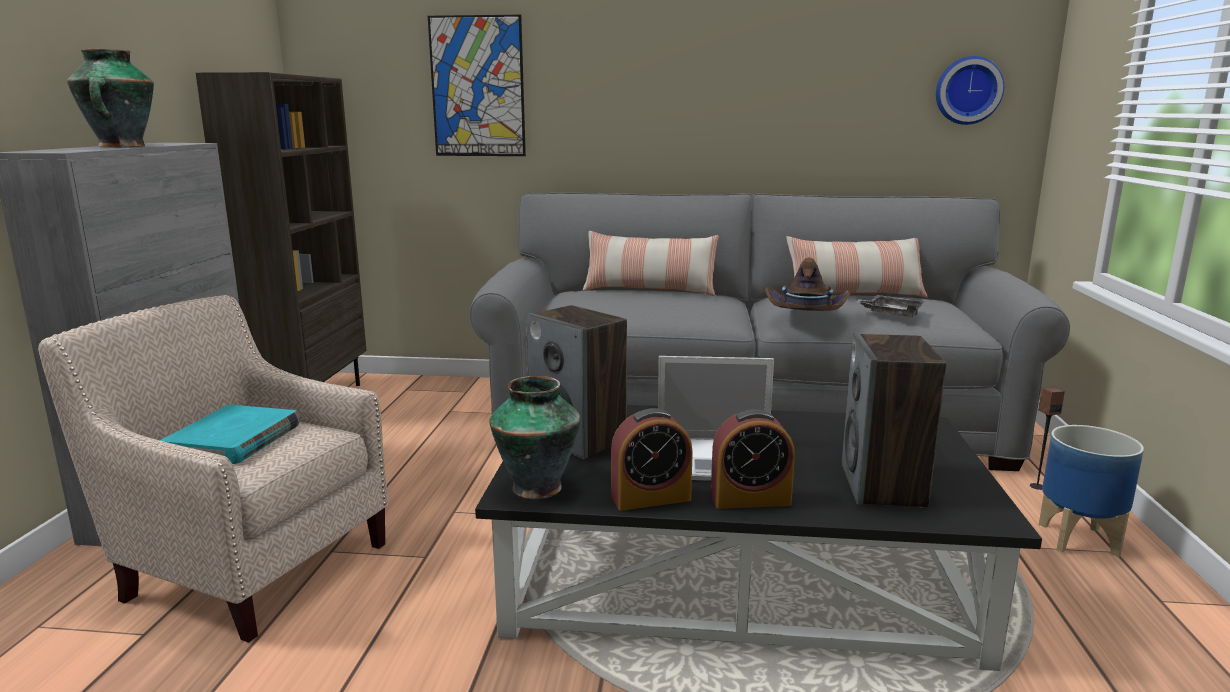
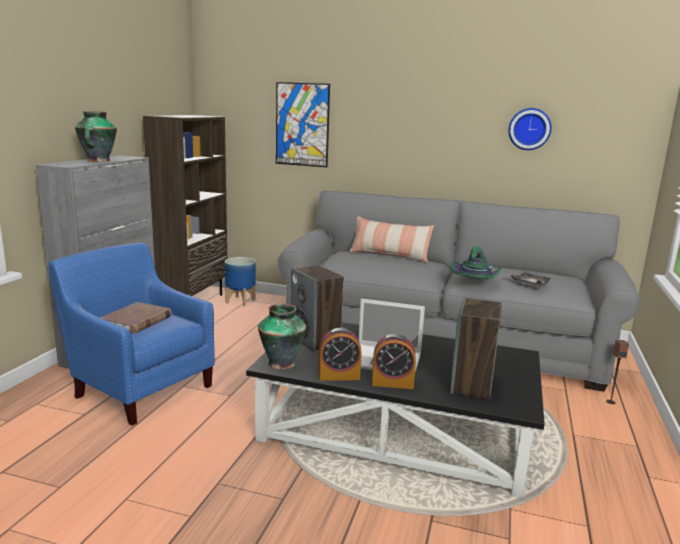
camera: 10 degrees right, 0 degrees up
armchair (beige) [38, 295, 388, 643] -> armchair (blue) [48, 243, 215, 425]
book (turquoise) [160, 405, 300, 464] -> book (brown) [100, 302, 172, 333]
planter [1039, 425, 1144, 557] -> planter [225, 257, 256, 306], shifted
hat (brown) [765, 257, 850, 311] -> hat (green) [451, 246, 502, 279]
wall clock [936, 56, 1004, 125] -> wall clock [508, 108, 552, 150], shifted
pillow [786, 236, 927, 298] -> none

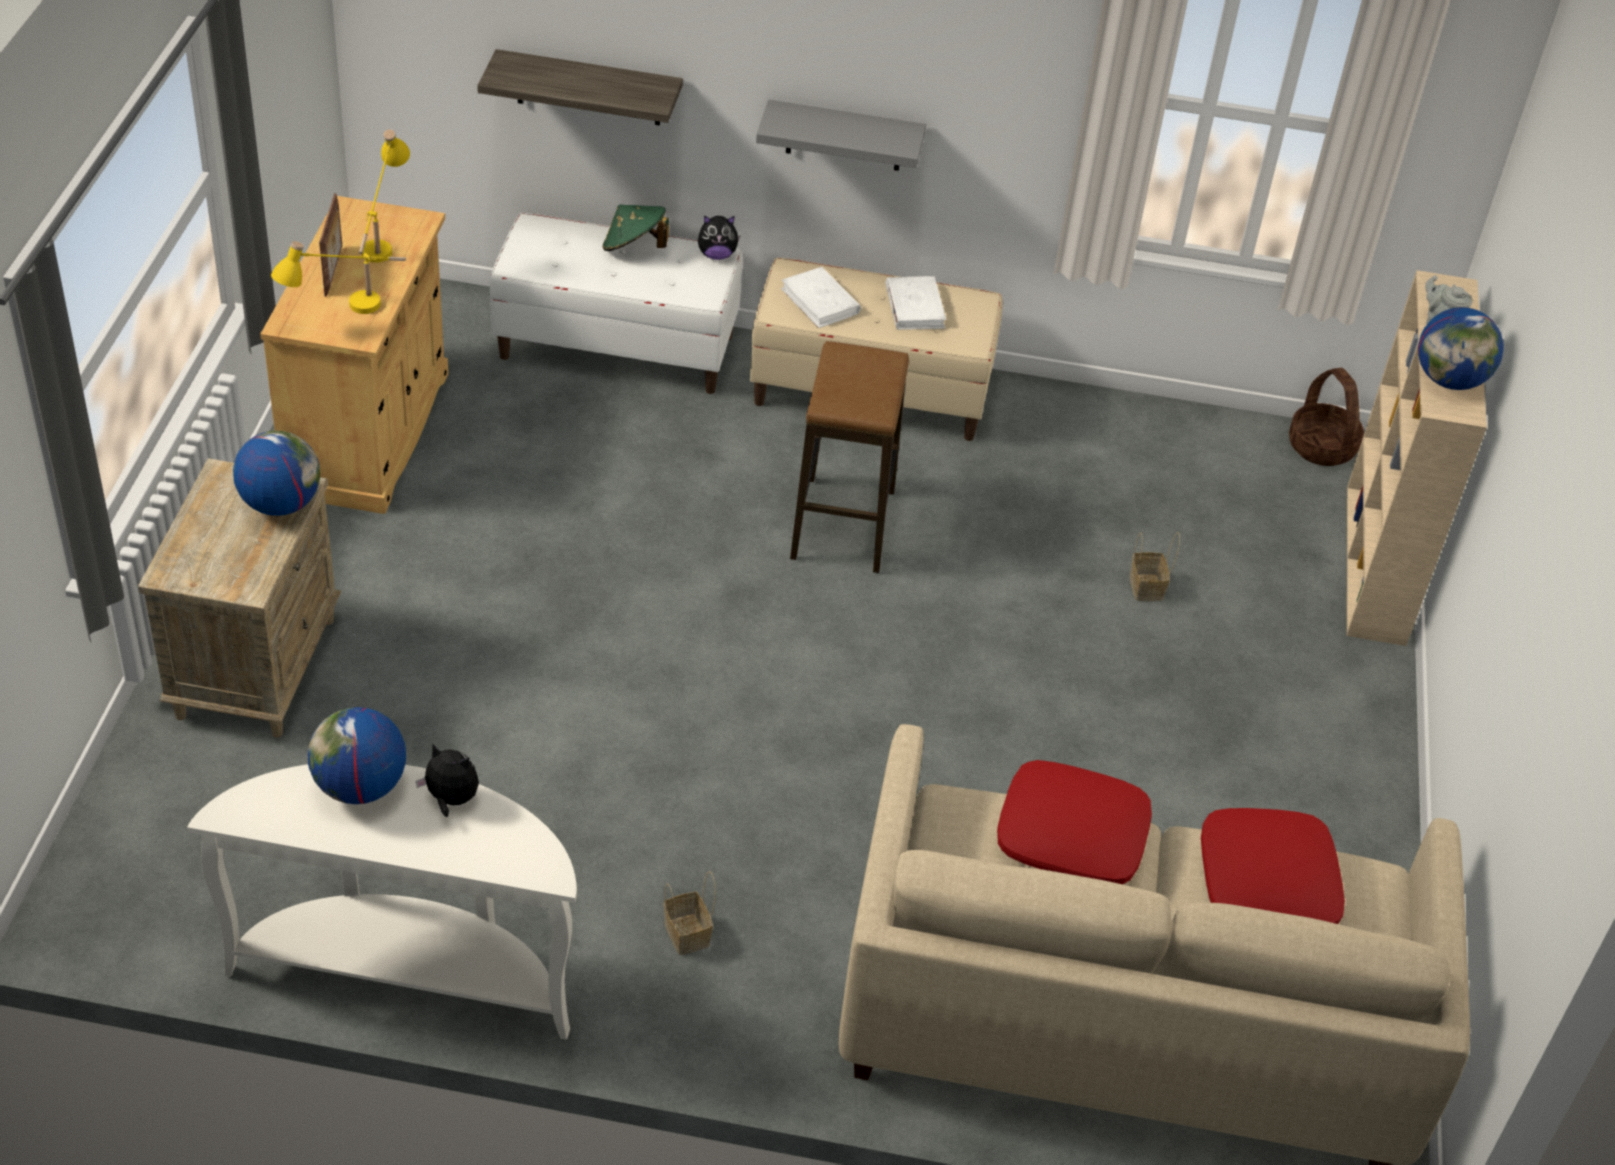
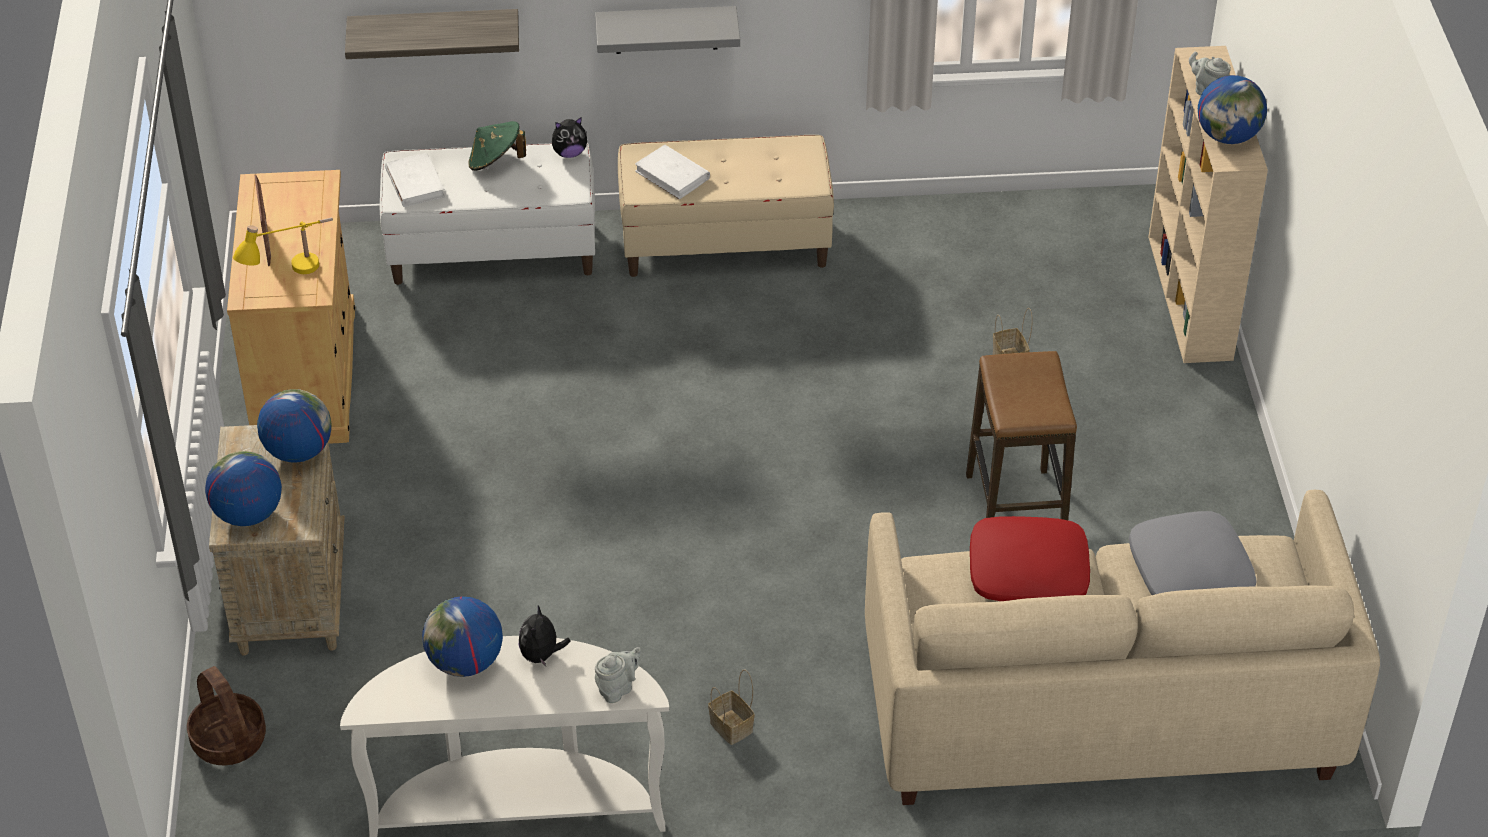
camera: 10 degrees left, 0 degrees up
basket [1289, 368, 1364, 466] -> basket [187, 666, 266, 765], shifted
none -> globe [205, 451, 282, 526]
book (white) [885, 276, 946, 330] -> book (white) [385, 153, 445, 207], shifted
plush toy [415, 744, 479, 817] -> plush toy [519, 605, 571, 666], 90 degrees counterclockwise
none -> teapot (grey) [595, 647, 641, 703]
stool [790, 341, 909, 573] -> stool [966, 351, 1077, 520], shifted
pillow (red) [1201, 808, 1345, 924] -> pillow (grey) [1129, 511, 1256, 595]
table lamp (yellow) [359, 129, 410, 263] -> none

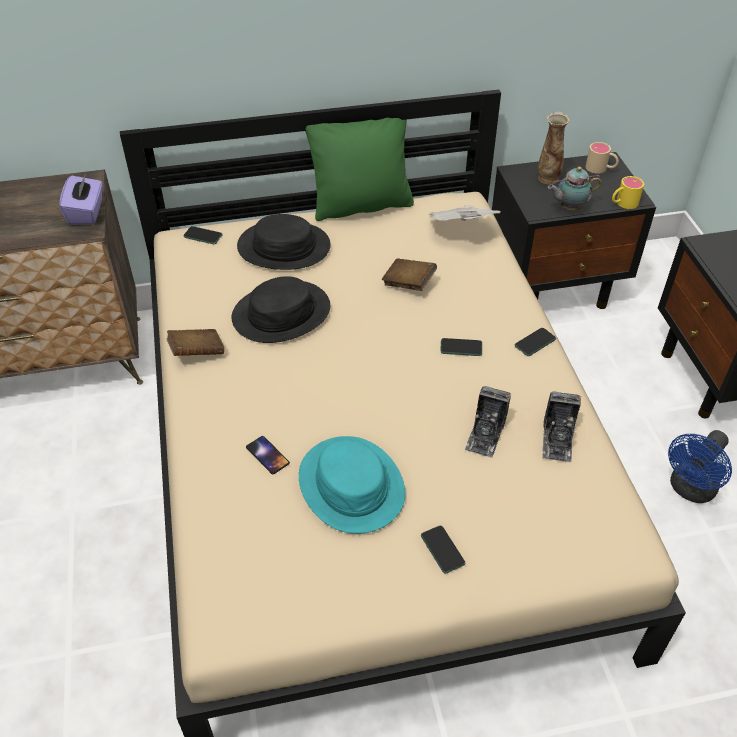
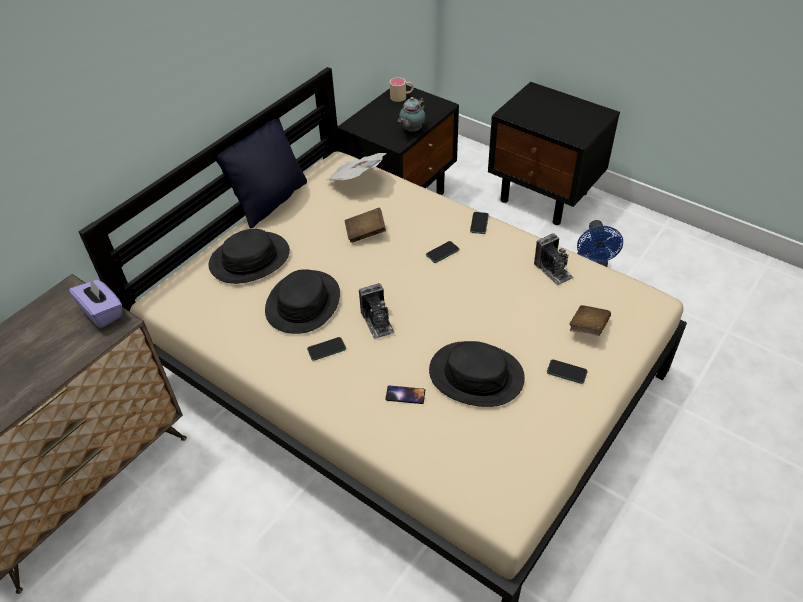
camera: 40 degrees left, 0 degrees up
pillow (green) [305, 118, 414, 221] -> pillow (black) [216, 118, 307, 228]
phone [183, 226, 223, 244] -> phone [307, 337, 346, 361], shifted
photo camera [465, 386, 512, 458] -> photo camera [359, 283, 395, 339], shifted
hat (turquoise) [299, 436, 405, 534] -> hat (black) [429, 341, 525, 407]
book (brown) [166, 329, 224, 356] -> book (brown) [569, 305, 611, 336], shifted
vase [538, 112, 570, 185] -> none
mug (yellow) [612, 176, 644, 209] -> none

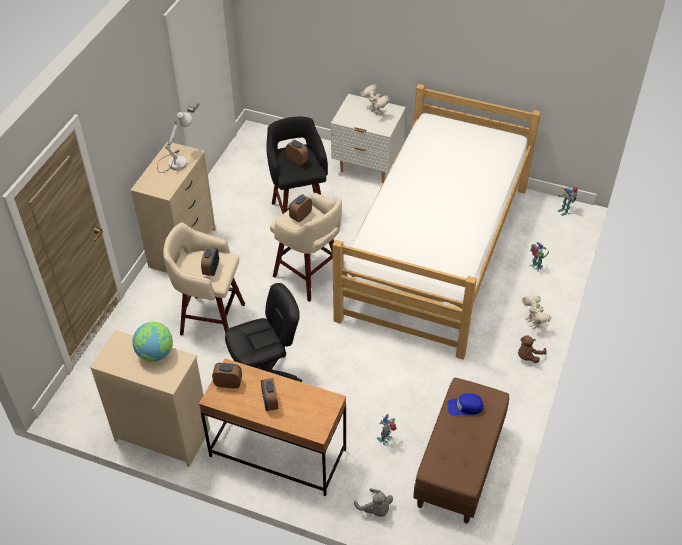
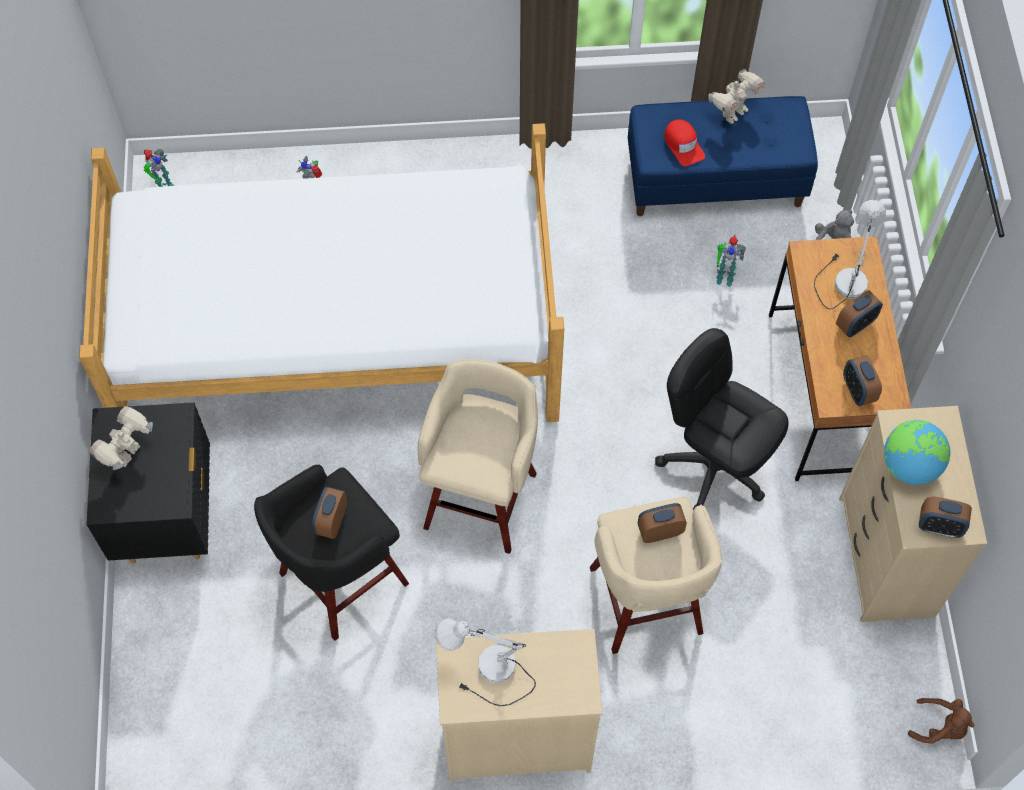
camera: 115 degrees left, 15 degrees up
nightstand (white) [331, 94, 406, 183] -> nightstand (black) [86, 402, 210, 564]
bench (brown) [413, 378, 509, 524] -> bench (blue) [628, 96, 818, 216]
cap (blue) [448, 393, 483, 415] -> cap (red) [664, 119, 705, 166]
toy robot [522, 295, 552, 329] -> toy robot [708, 69, 765, 124], shifted
none -> table lamp (white) [814, 200, 886, 309]
plush toy (brown) [518, 335, 547, 363] -> plush toy (brown) [908, 698, 974, 743], shifted
alarm clock [289, 194, 312, 222] -> alarm clock [919, 497, 972, 538], shifted

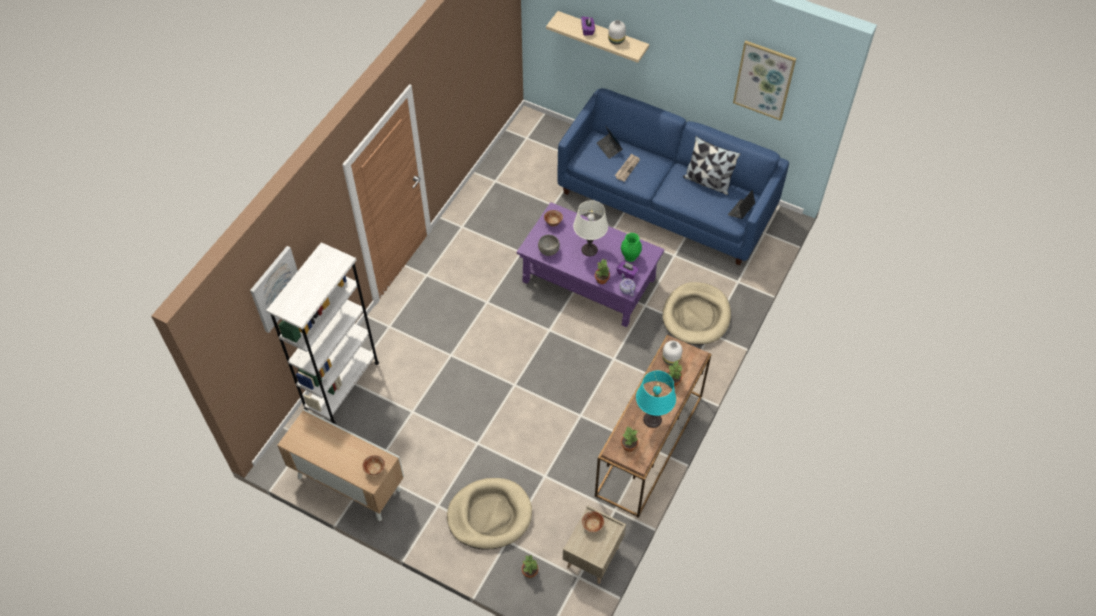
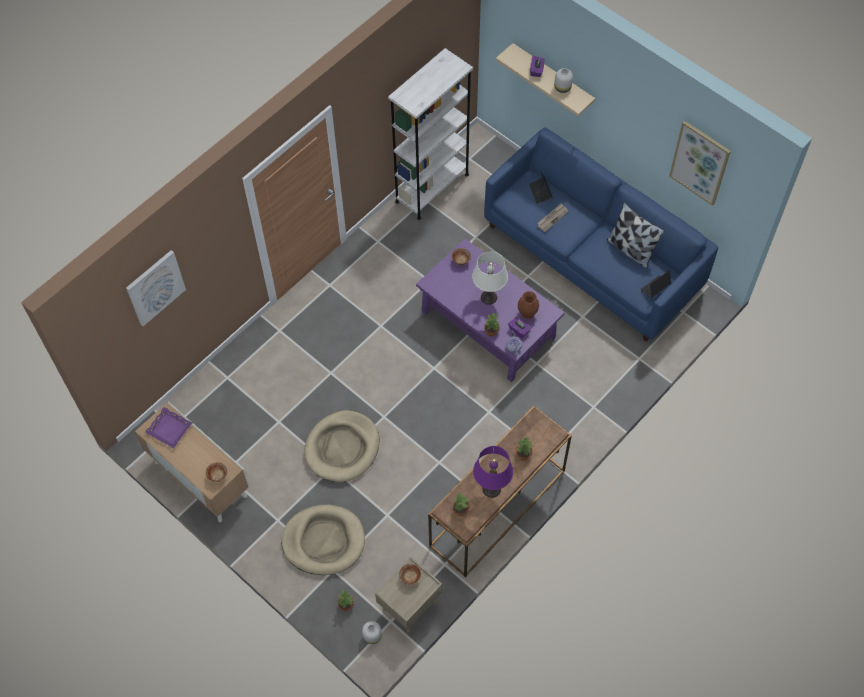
camera: 15 degrees right, 5 degrees up
none -> tray (purple) [145, 407, 192, 448]
dog bed (beige) [662, 282, 731, 345] -> dog bed (beige) [304, 410, 380, 482], shifted
vase (white) [662, 341, 682, 365] -> vase (white) [362, 621, 382, 644], shifted
bookcase (white) [266, 242, 379, 424] -> bookcase (white) [388, 48, 473, 220], shifted
table lamp (turquoise) [636, 371, 676, 428] -> table lamp (purple) [473, 446, 513, 498]
vase (green) [621, 233, 642, 262] -> vase (brown) [518, 291, 539, 319]
bowl (grey) [538, 235, 560, 256] -> none

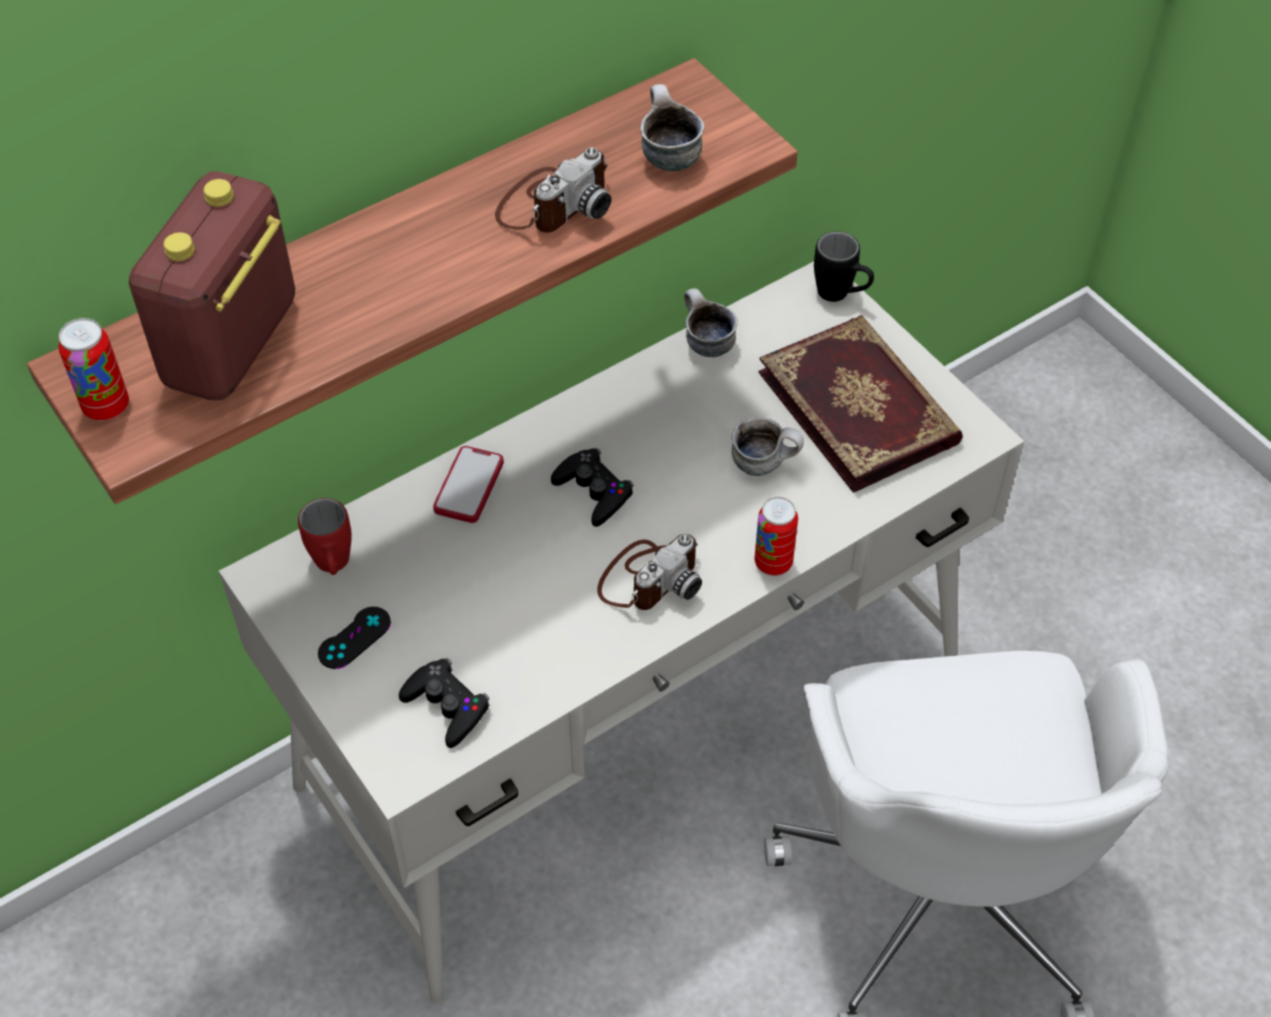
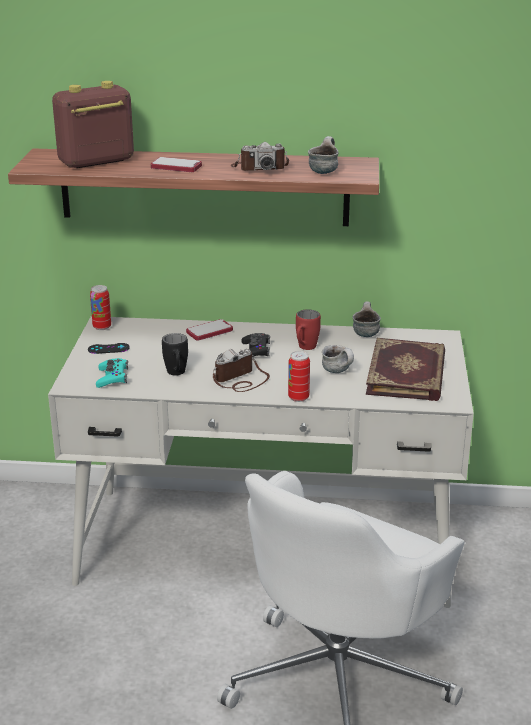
camera: 40 degrees right, 25 degrees down
can [58, 318, 129, 421] -> can [90, 285, 111, 330], shifted
game controller (black) [399, 658, 489, 748] -> game controller (turquoise) [96, 358, 128, 388]
none -> phone [151, 157, 202, 172]
mug (black) [814, 231, 874, 302] -> mug (black) [162, 333, 188, 376], shifted
photo camera [597, 534, 702, 610] -> photo camera [213, 349, 270, 392], 150 degrees clockwise
mug (red) [298, 498, 352, 575] -> mug (red) [296, 309, 321, 350], shifted

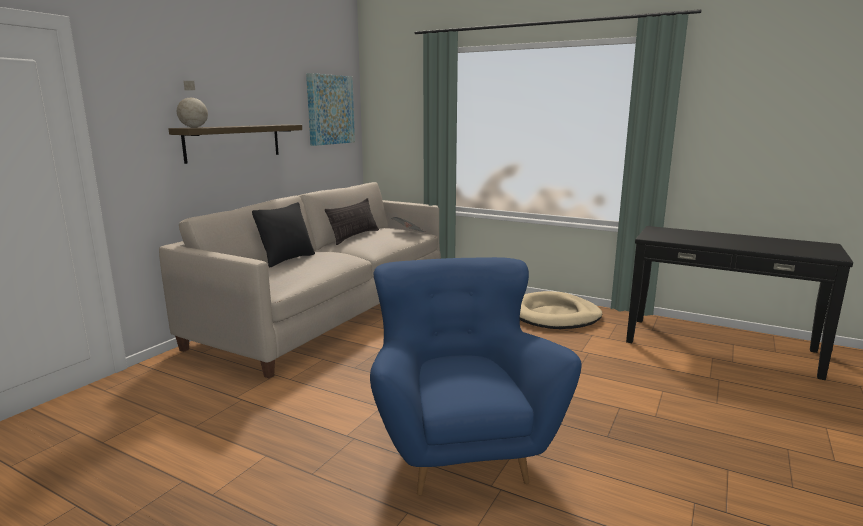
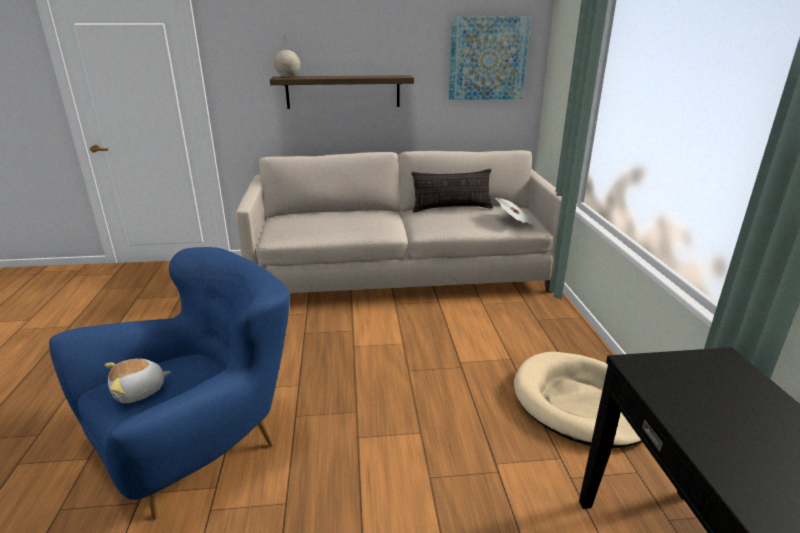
camera: 55 degrees right, 10 degrees up
none -> plush toy [105, 359, 171, 403]
pillow (black) [252, 202, 315, 268] -> none

